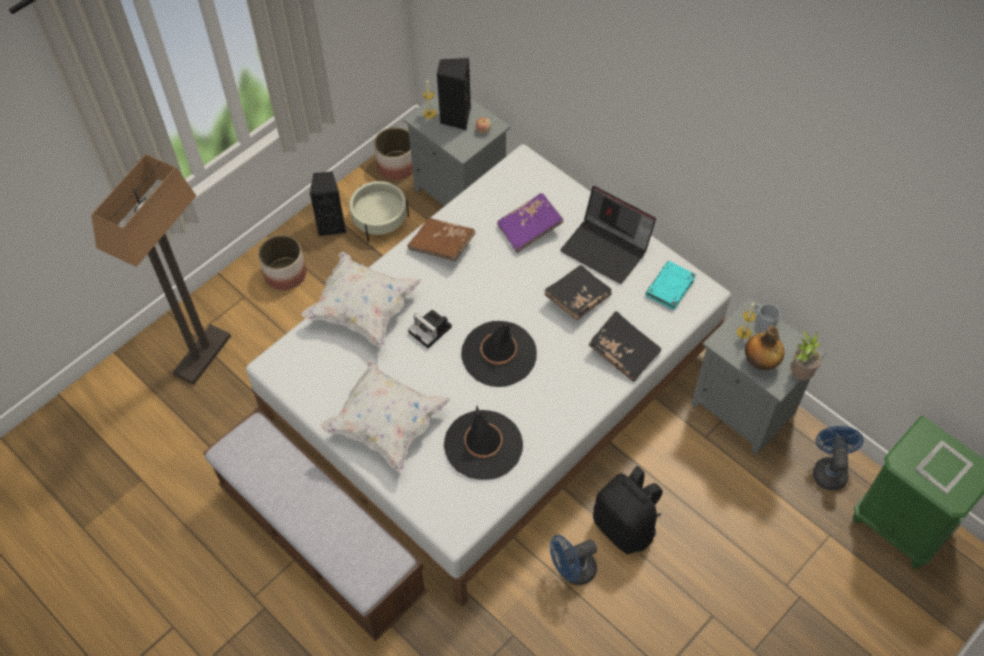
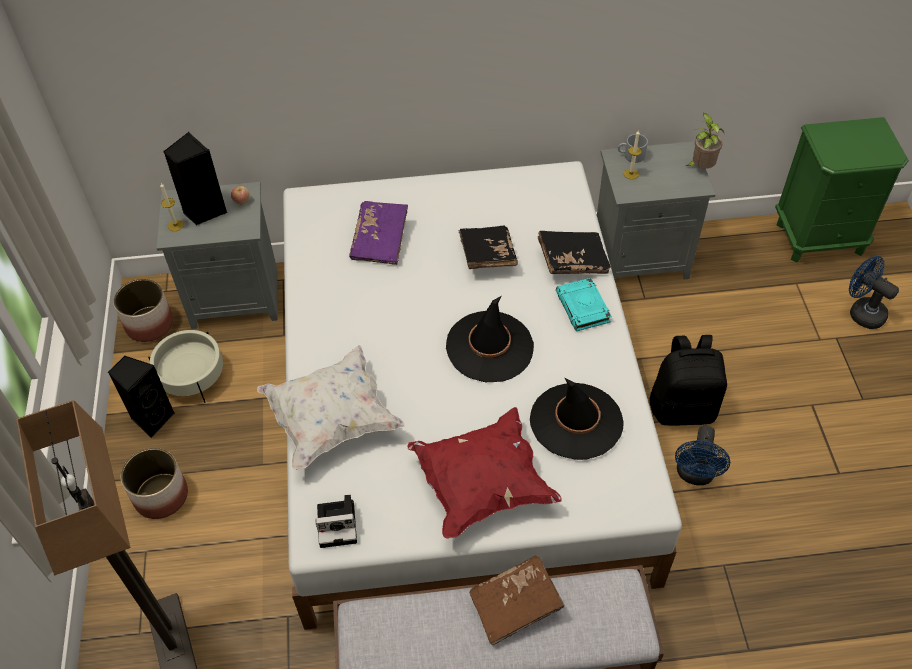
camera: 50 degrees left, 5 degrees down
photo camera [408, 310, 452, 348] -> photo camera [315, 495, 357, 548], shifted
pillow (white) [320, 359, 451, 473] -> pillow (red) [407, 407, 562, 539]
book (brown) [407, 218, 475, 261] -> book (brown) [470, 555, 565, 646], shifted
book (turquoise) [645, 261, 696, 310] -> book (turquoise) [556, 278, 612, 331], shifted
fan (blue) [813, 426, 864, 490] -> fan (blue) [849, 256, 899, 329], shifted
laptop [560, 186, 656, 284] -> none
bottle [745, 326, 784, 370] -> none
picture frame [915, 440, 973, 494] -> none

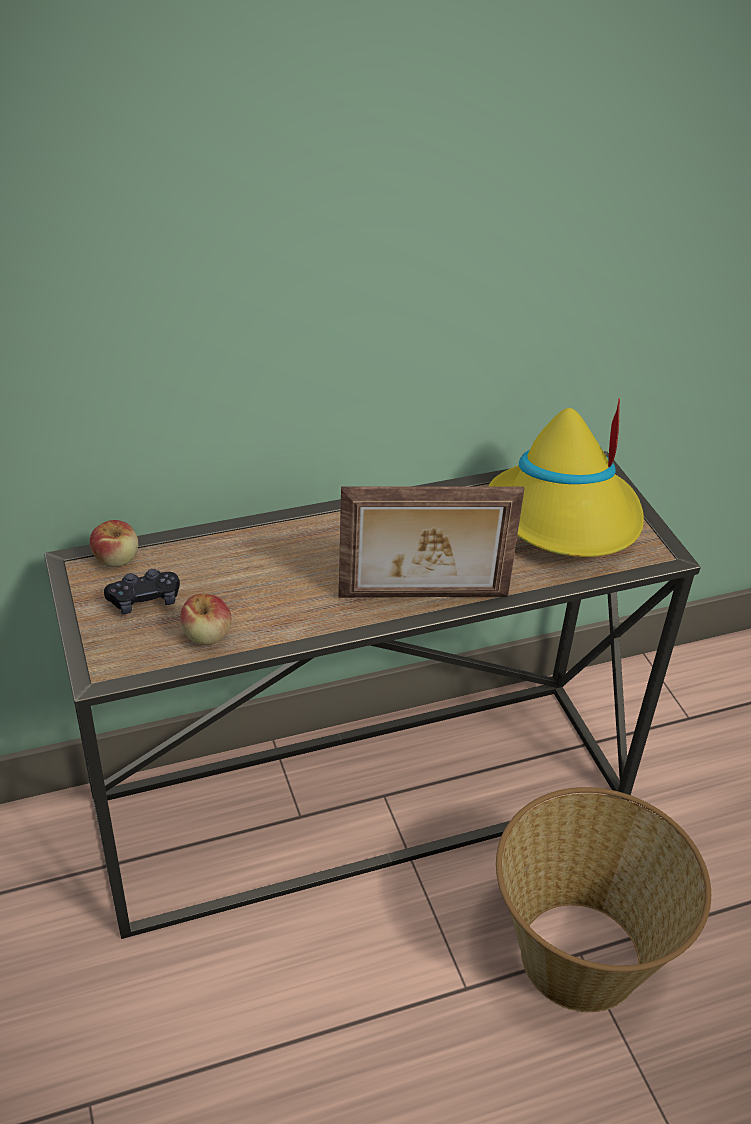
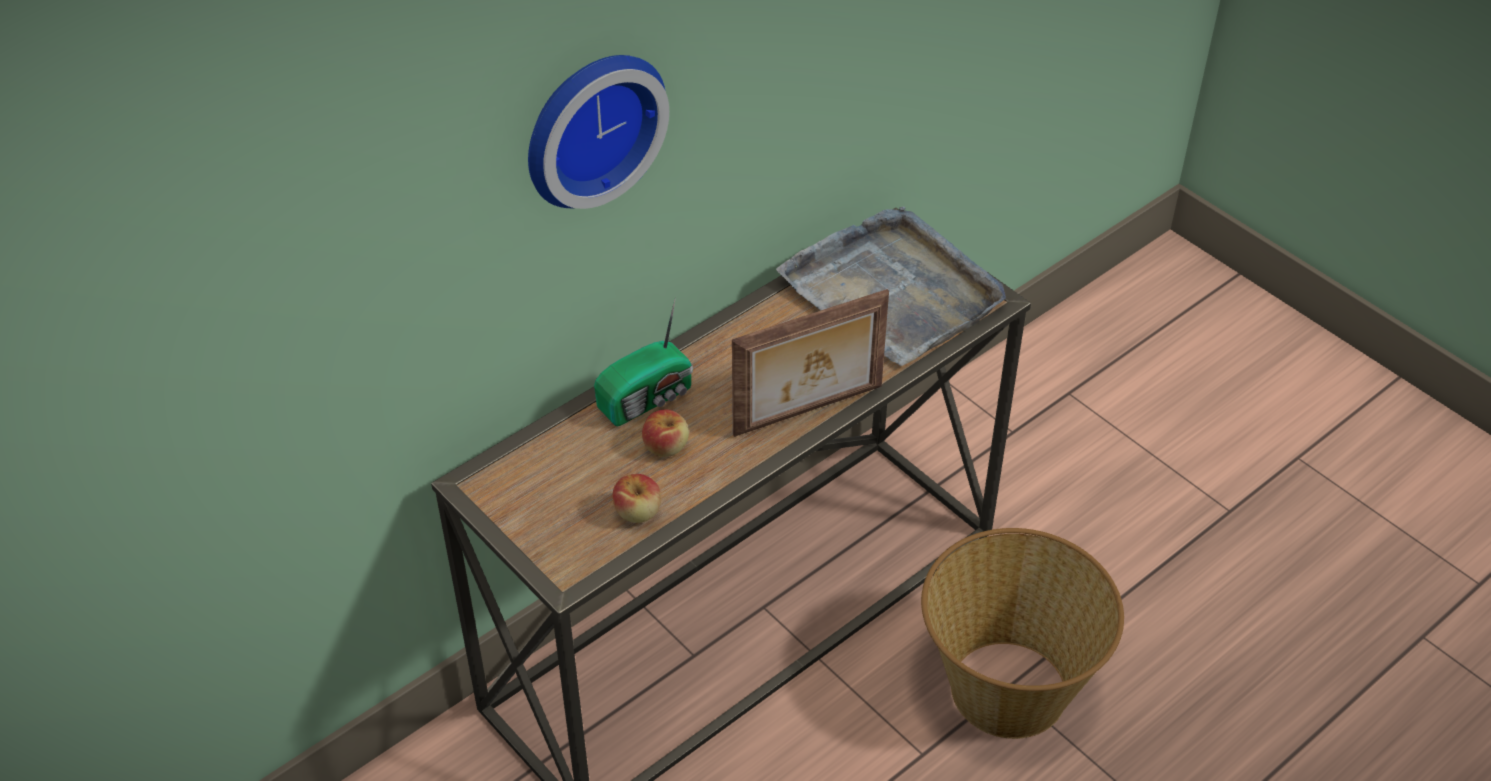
camera: 20 degrees left, 5 degrees up
none -> wall clock [528, 55, 669, 209]
none -> radio [594, 297, 693, 426]
apple [90, 520, 138, 567] -> apple [642, 409, 689, 457], shifted
hat (yellow) [488, 398, 644, 557] -> tray (grey) [776, 207, 1006, 366]
game controller (black) [104, 569, 180, 614] -> none

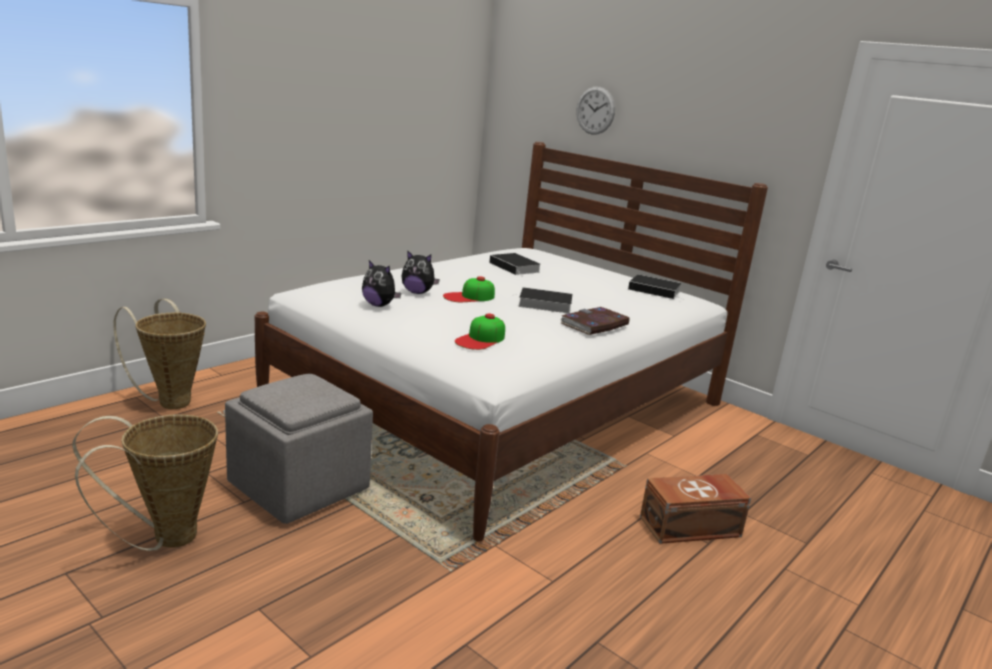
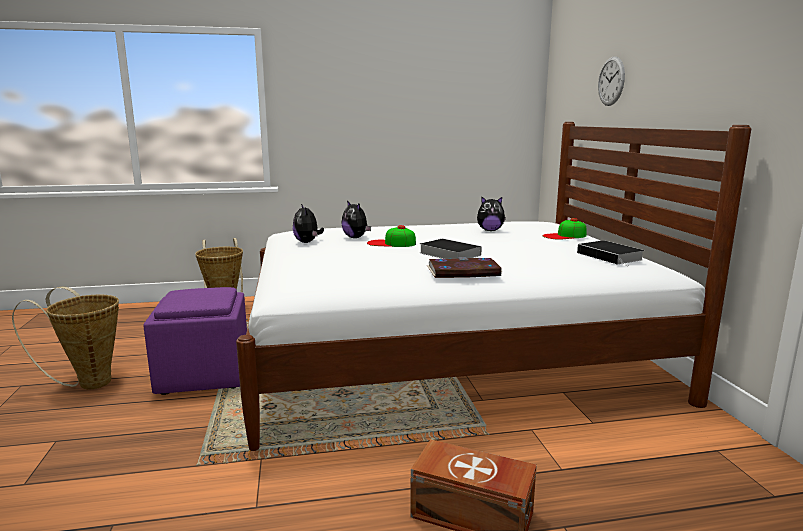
camera: 40 degrees right, 5 degrees down
ottoman (grey) [225, 374, 373, 524] -> ottoman (purple) [143, 287, 247, 395]
book [489, 253, 541, 277] -> plush toy [477, 197, 506, 231]
cap [455, 313, 505, 350] -> cap [543, 218, 587, 240], shifted

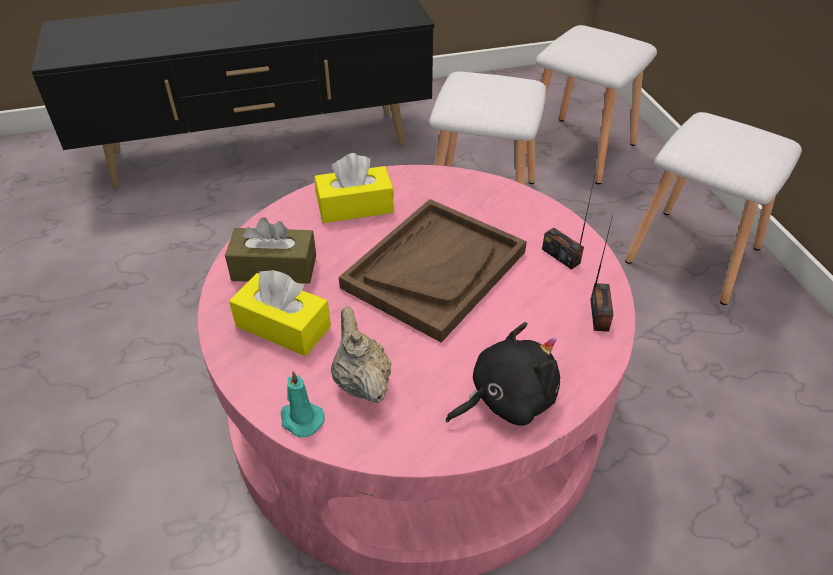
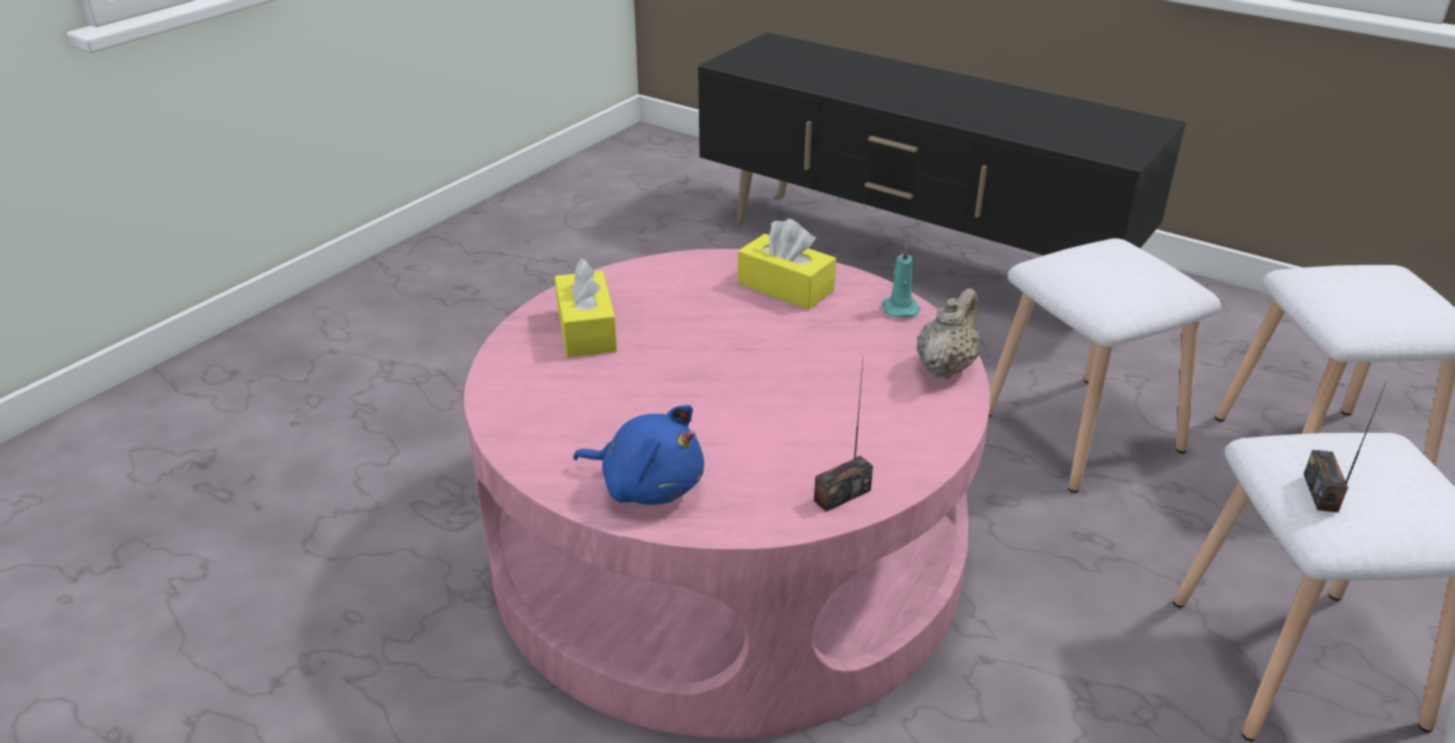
camera: 50 degrees right, 10 degrees down
plush toy (black) [446, 322, 560, 426] -> plush toy (blue) [573, 405, 704, 505]
candle (turquoise) [281, 371, 325, 437] -> candle (turquoise) [882, 244, 921, 318], shifted
teapot (beige) [331, 306, 392, 403] -> teapot (beige) [917, 288, 980, 379], shifted
radio [542, 176, 595, 270] -> radio [1304, 380, 1387, 512], shifted
tissue box (brown) [225, 217, 316, 284] -> none
tray (brown) [339, 199, 527, 343] -> none

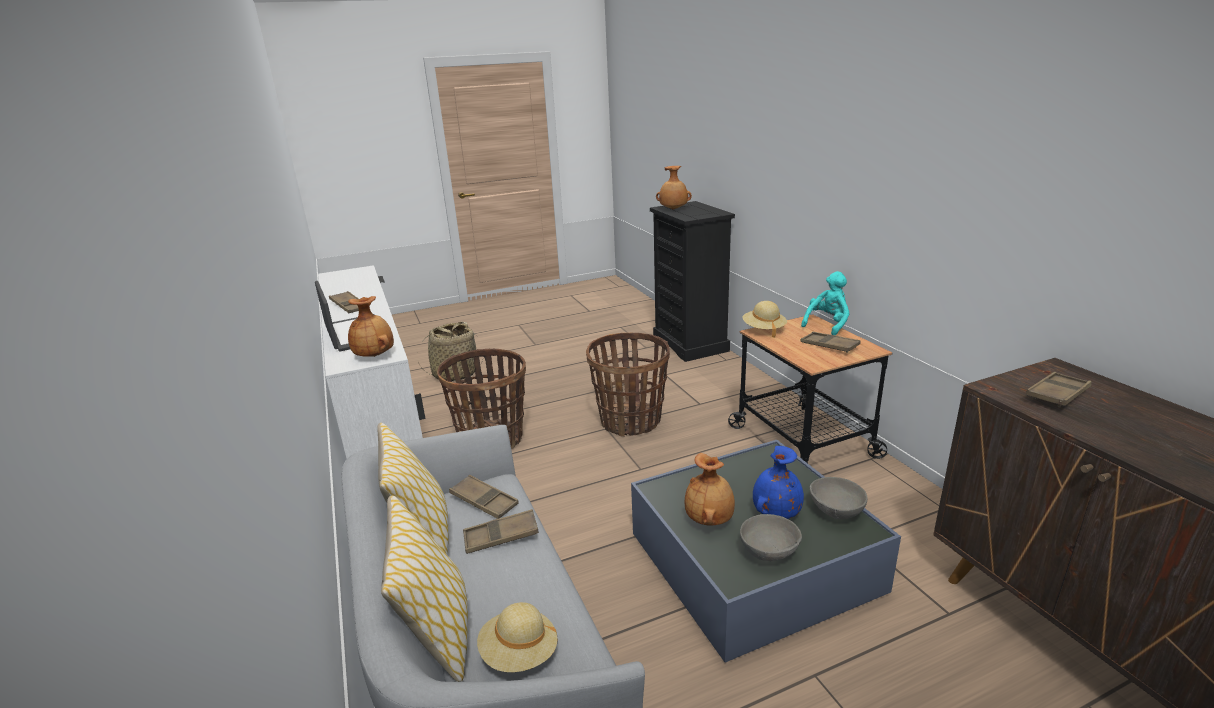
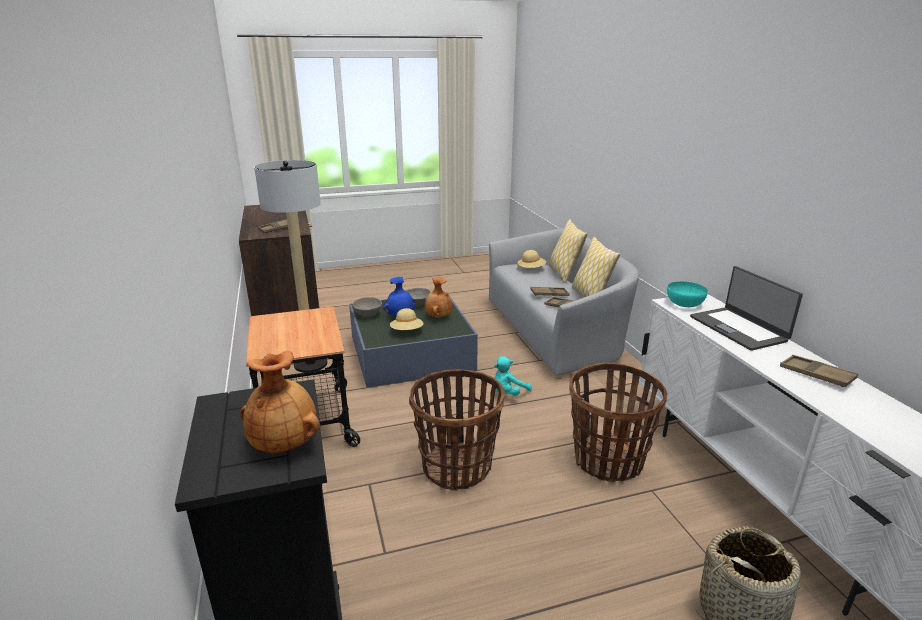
camera: 175 degrees left, 0 degrees up
none -> floor lamp [254, 160, 328, 373]
hat (beige) [743, 301, 787, 338] -> hat (beige) [390, 308, 424, 330], shifted
plush toy (turquoise) [801, 271, 850, 335] -> plush toy (turquoise) [494, 356, 532, 396], shifted
vase (brown) [348, 296, 394, 357] -> bowl (turquoise) [667, 282, 708, 307]
tray (brown) [801, 332, 861, 353] -> none

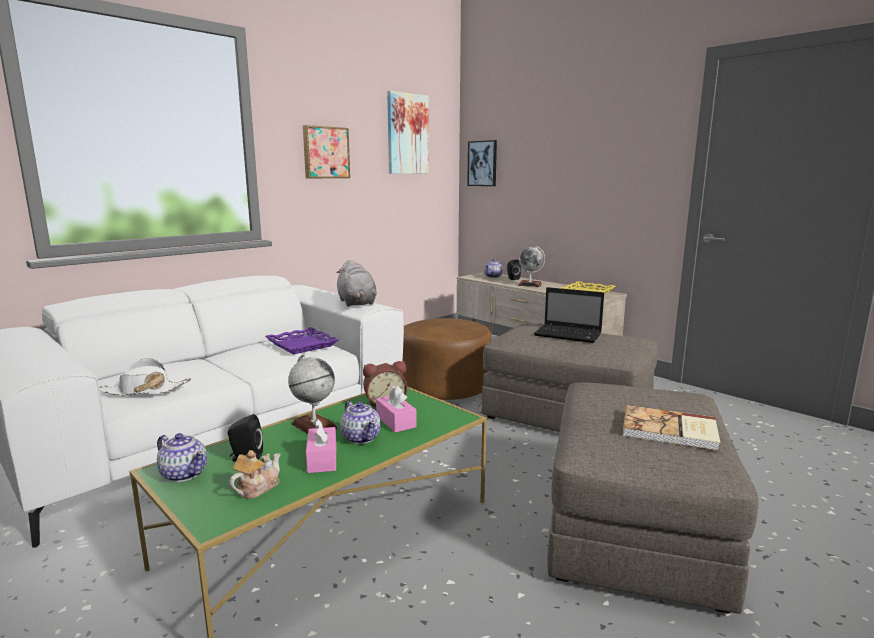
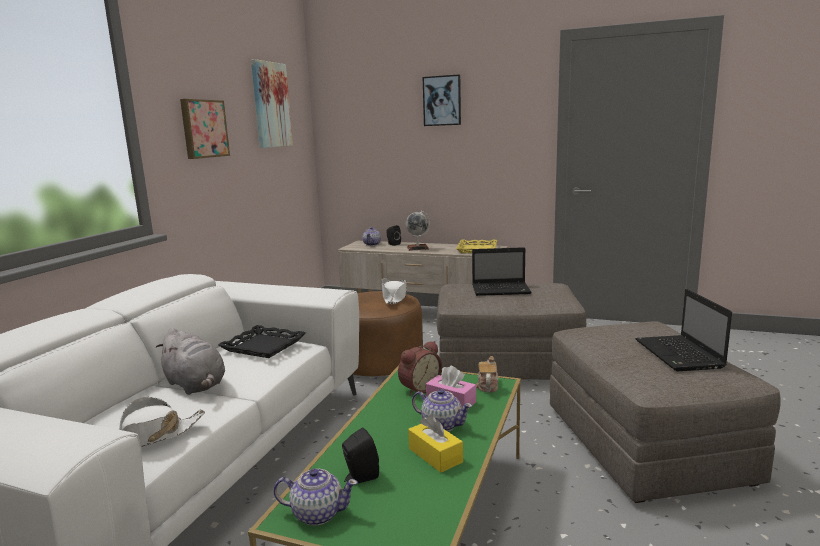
camera: 25 degrees left, 0 degrees up
plush toy (grey) [336, 260, 377, 307] -> plush toy (grey) [156, 328, 225, 395], shifted
tray (purple) [265, 327, 339, 354] -> tray (black) [218, 325, 306, 358]
none -> hat (white) [381, 278, 407, 304]
tissue box (pink) [306, 418, 336, 473] -> tissue box (yellow) [408, 415, 463, 473]
picture [467, 140, 497, 186] -> picture [423, 74, 461, 126], shifted
teapot [229, 450, 280, 499] -> teapot [476, 356, 498, 392], shifted
book [622, 405, 720, 451] -> laptop [635, 289, 732, 371]
globe [288, 354, 338, 434] -> none

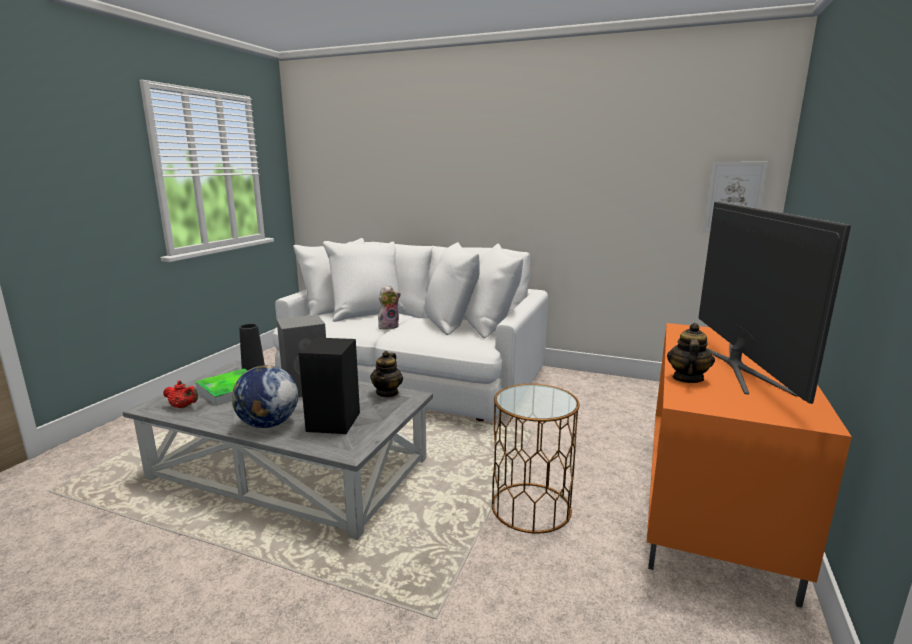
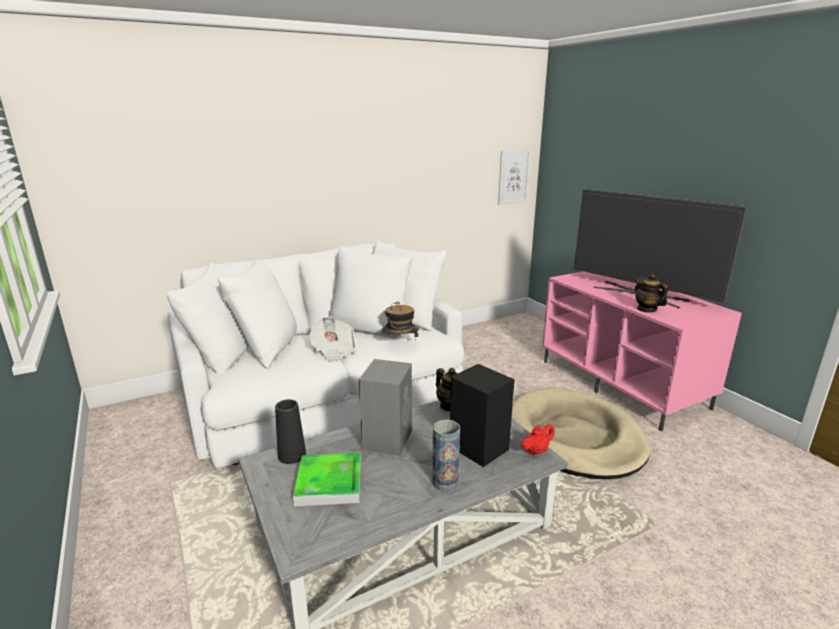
camera: 50 degrees left, 5 degrees up
plush toy [378, 286, 401, 329] -> newspaper [309, 317, 355, 362]
none -> hat [382, 301, 420, 342]
globe [231, 365, 298, 428] -> vase [432, 420, 460, 491]
side table (brown) [492, 384, 580, 534] -> dog bed (beige) [512, 388, 651, 479]
teapot (red) [163, 380, 198, 408] -> teapot (red) [521, 424, 555, 455], shifted
tv stand (orange) [647, 323, 852, 608] -> tv stand (pink) [542, 271, 742, 431]

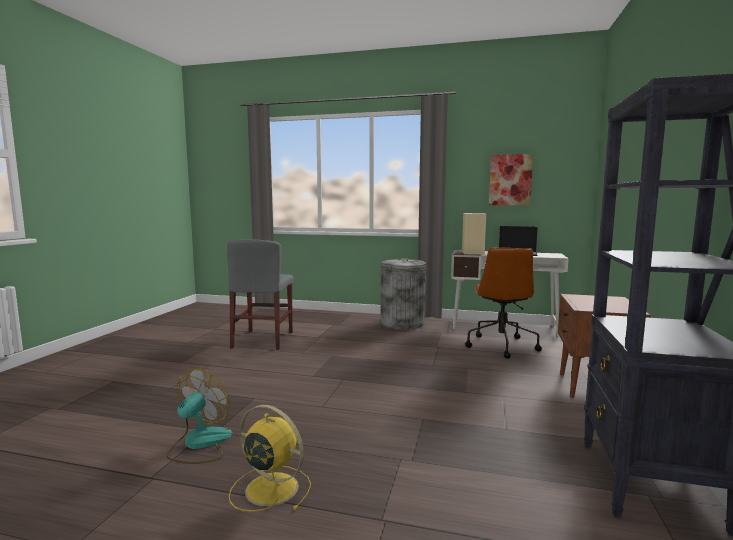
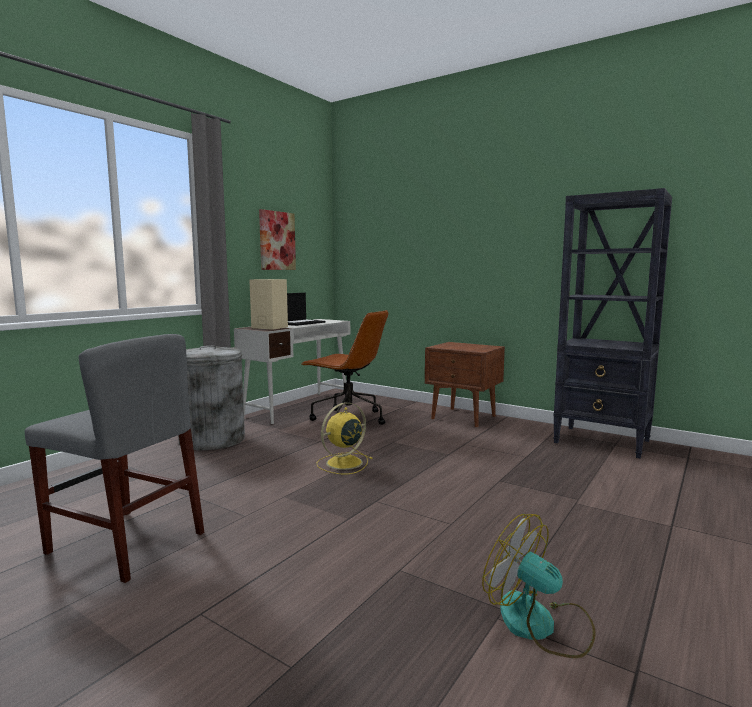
camera: 70 degrees left, 0 degrees up
fan (yellow) [229, 405, 311, 512] -> fan (yellow) [316, 402, 372, 474], shifted

